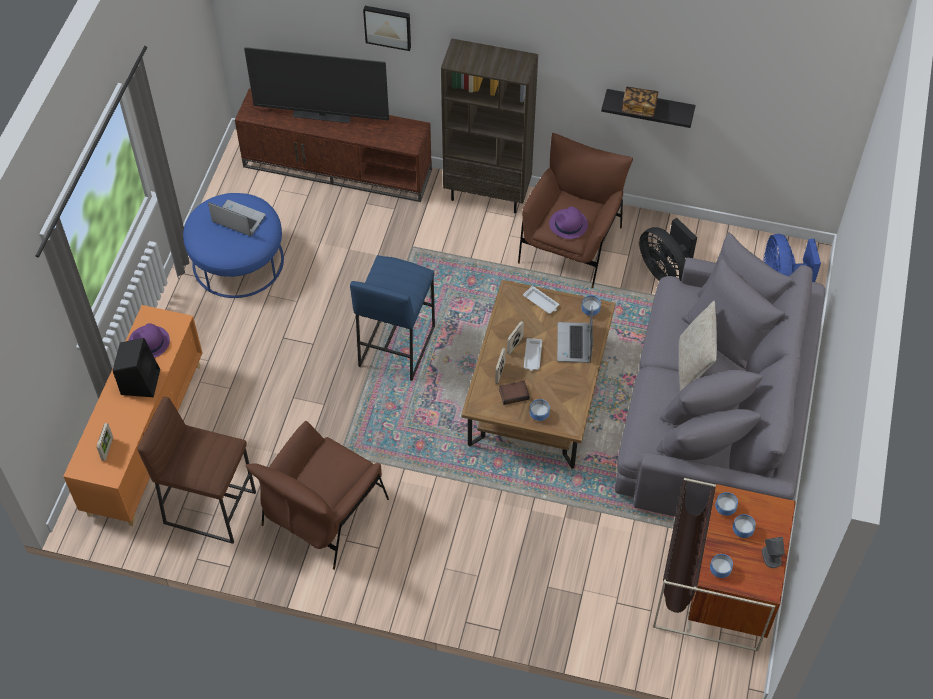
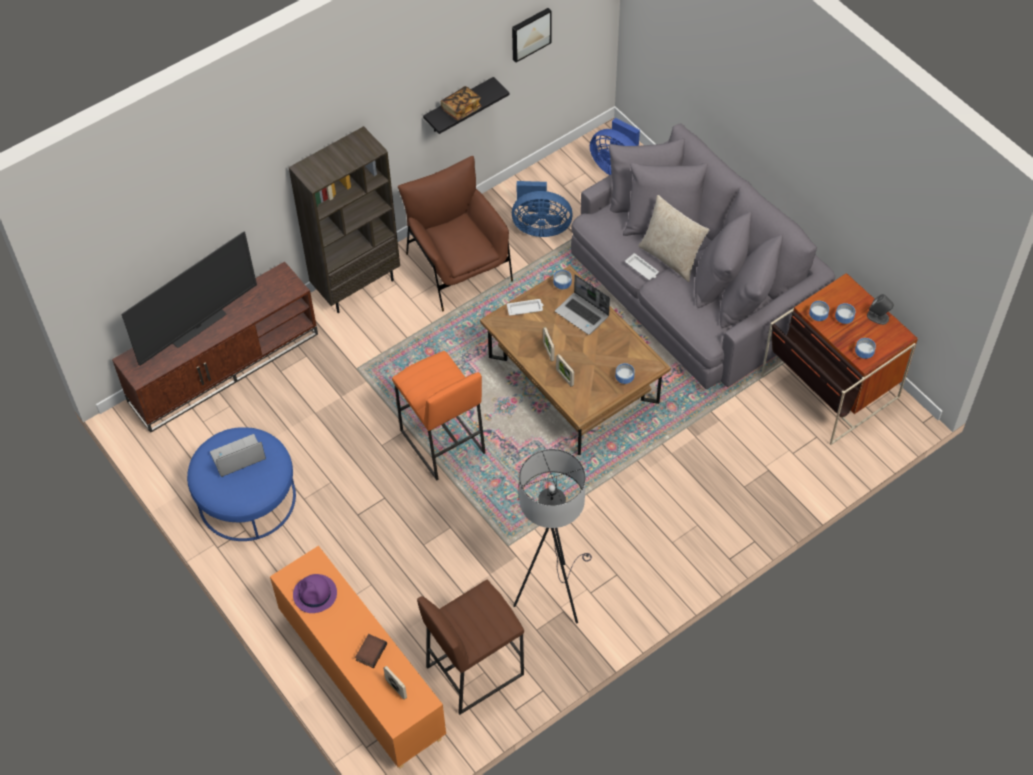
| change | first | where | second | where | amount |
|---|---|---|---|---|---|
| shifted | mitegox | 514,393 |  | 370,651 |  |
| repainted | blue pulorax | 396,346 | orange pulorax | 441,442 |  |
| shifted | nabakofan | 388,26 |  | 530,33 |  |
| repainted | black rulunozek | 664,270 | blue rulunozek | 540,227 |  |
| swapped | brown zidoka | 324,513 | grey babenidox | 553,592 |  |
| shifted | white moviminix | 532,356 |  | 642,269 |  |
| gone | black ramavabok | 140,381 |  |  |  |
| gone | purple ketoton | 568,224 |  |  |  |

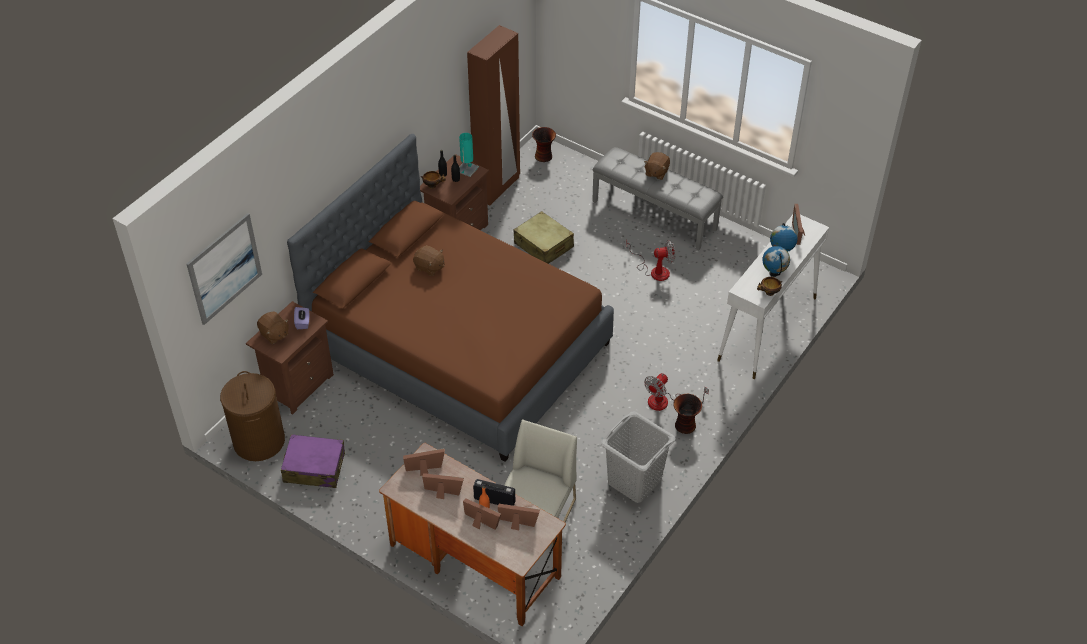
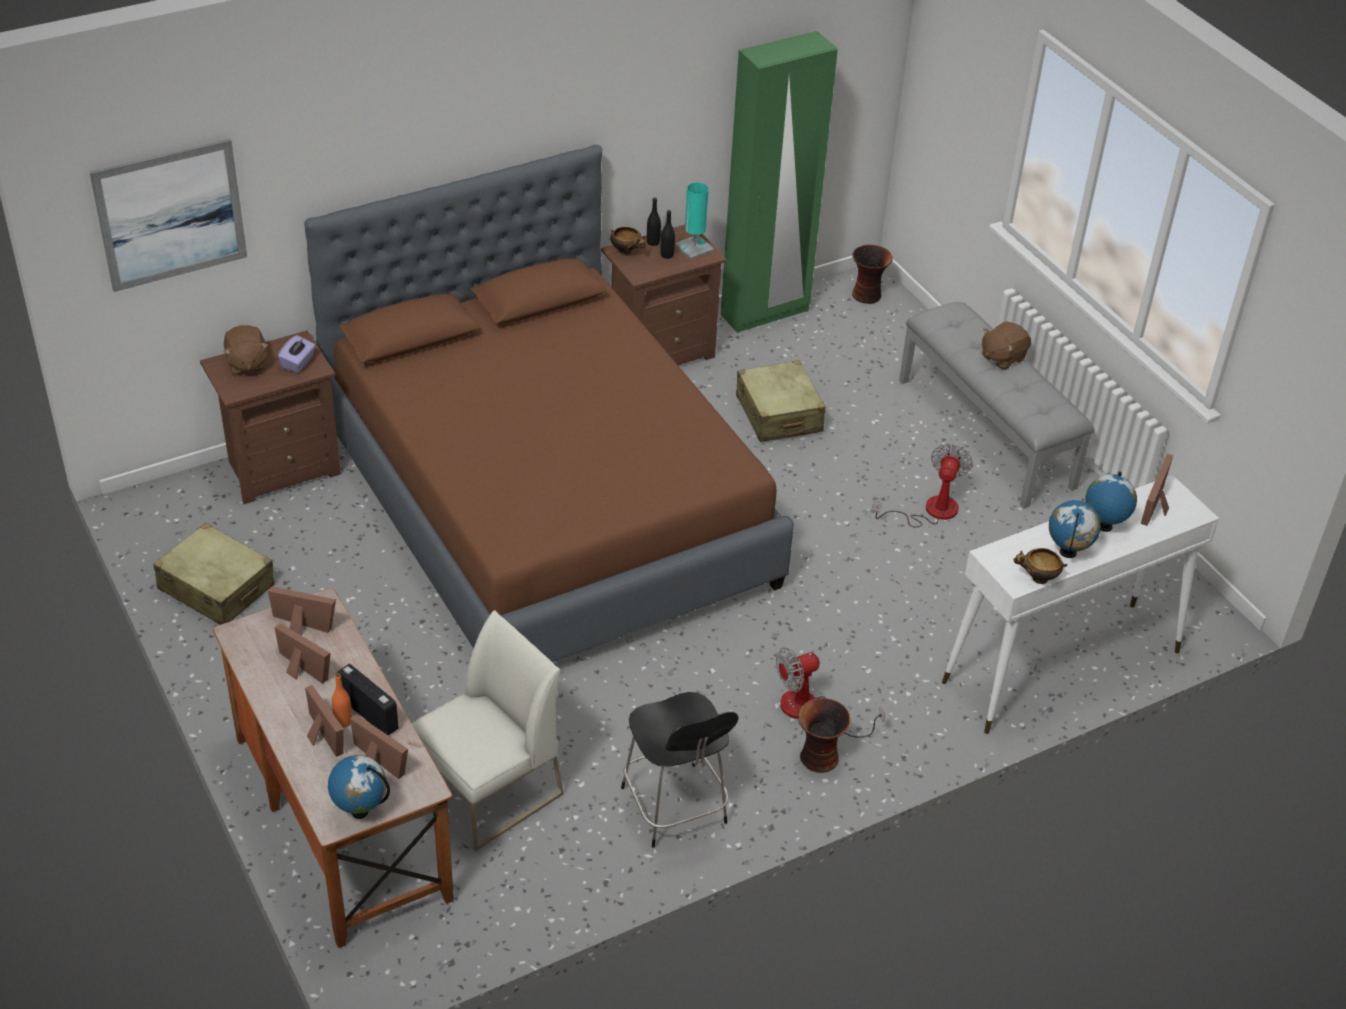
| change | first | where | second | where | amount |
|---|---|---|---|---|---|
| repainted | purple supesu | 314,468 | beige supesu | 216,587 |  |
| new |  |  | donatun | 360,811 |  |
| swapped | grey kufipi | 634,482 | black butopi | 675,808 |  |
| repainted | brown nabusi | 497,188 | green nabusi | 765,313 |  |
| rotated | rulunozek | 654,270 |  | 930,511 | 90 degrees counterclockwise |
| gone | brown kufipi | 258,441 |  |  |  |
| gone | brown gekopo | 429,267 |  |  |  |

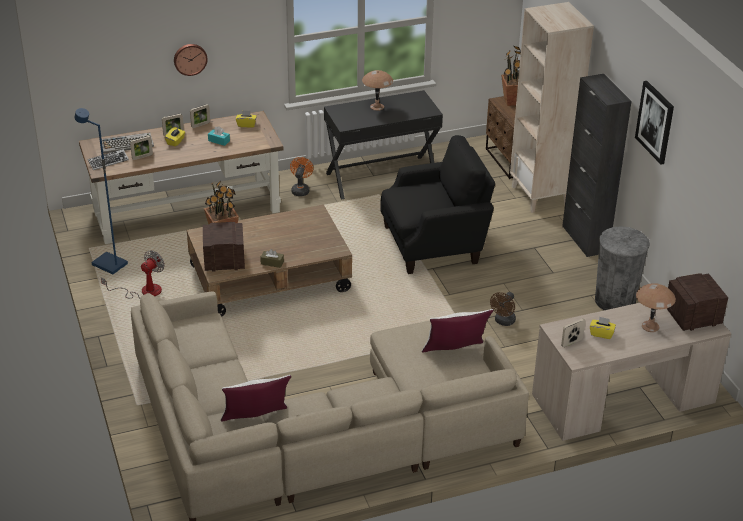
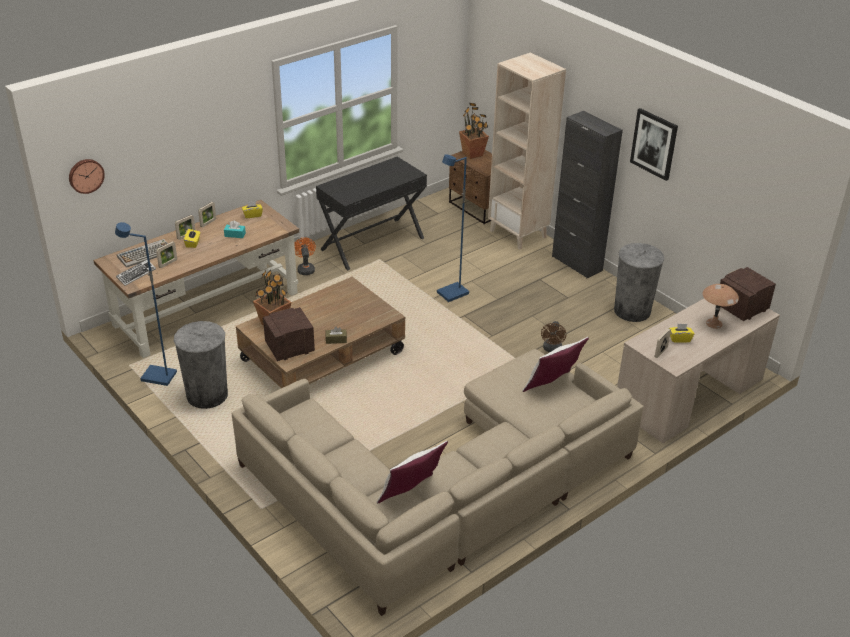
| change | first | where | second | where | amount |
|---|---|---|---|---|---|
| shifted | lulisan | 190,59 |  | 85,175 |  |
| swapped | rulunozek | 143,291 | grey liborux | 207,395 |  |
| swapped | black zidoka | 434,244 | blue babenidox | 453,294 |  |
| gone | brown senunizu | 376,107 |  |  |  |

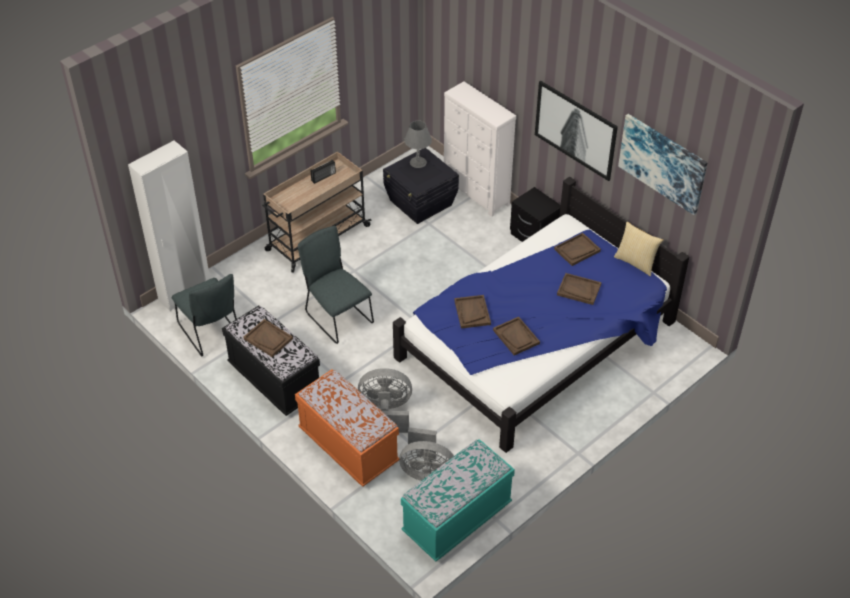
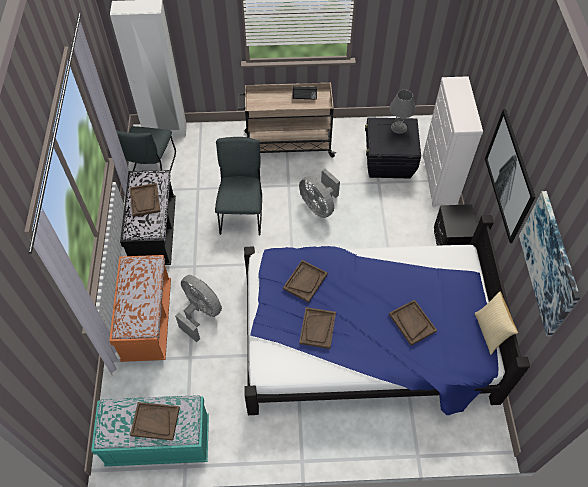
| change | first | where | second | where | amount |
|---|---|---|---|---|---|
| shifted | brown moviminix | 577,250 |  | 155,421 |  |
| shifted | grey rulunozek | 426,472 |  | 319,206 |  |

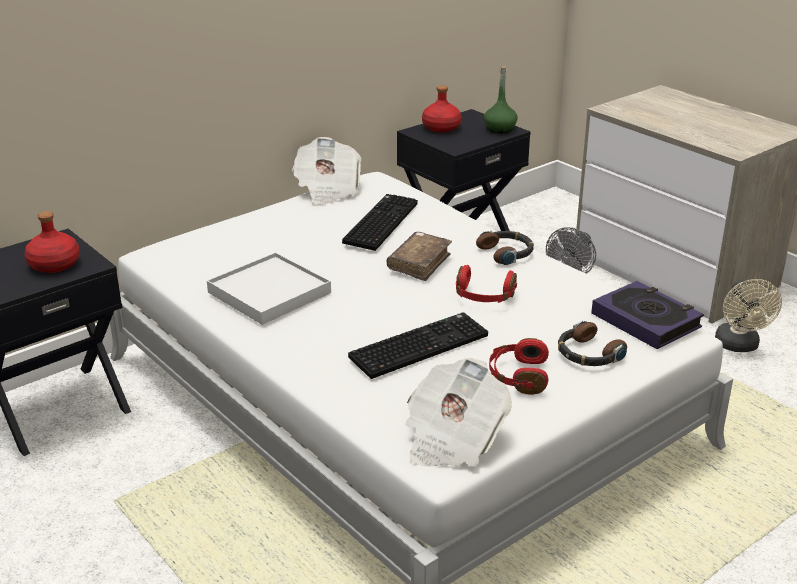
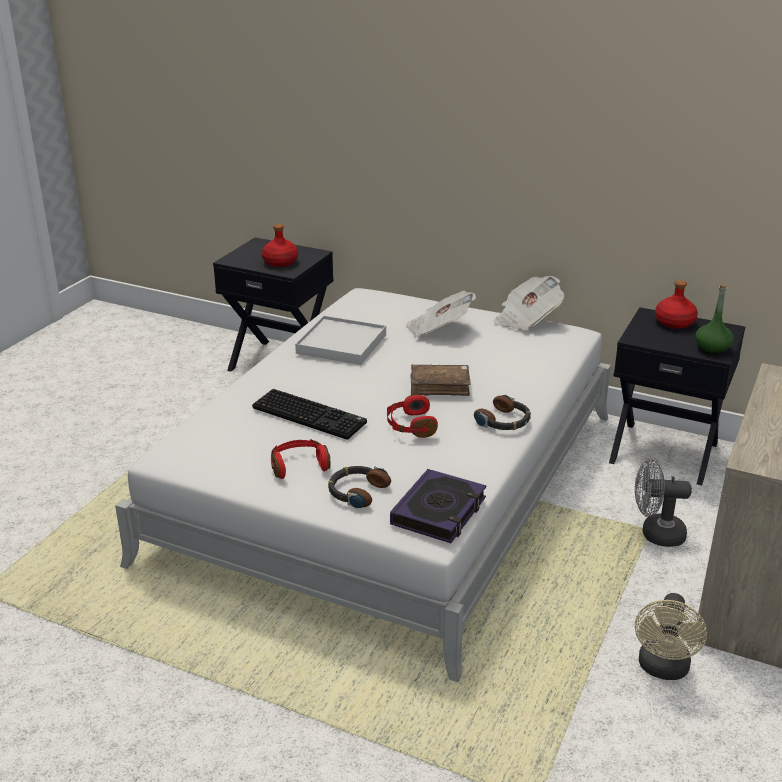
| change | first | where | second | where | amount |
|---|---|---|---|---|---|
| shifted | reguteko | 452,439 |  | 439,330 |  |
| rotated | beige rulunozek | 739,346 |  | 663,669 | 45 degrees counterclockwise |
| gone | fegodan | 379,222 |  |  |  |

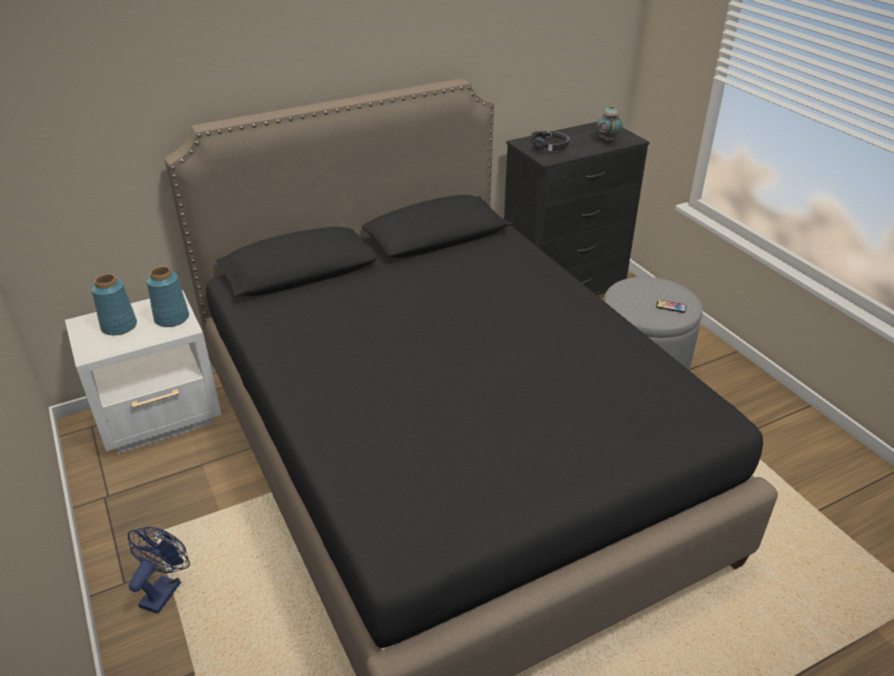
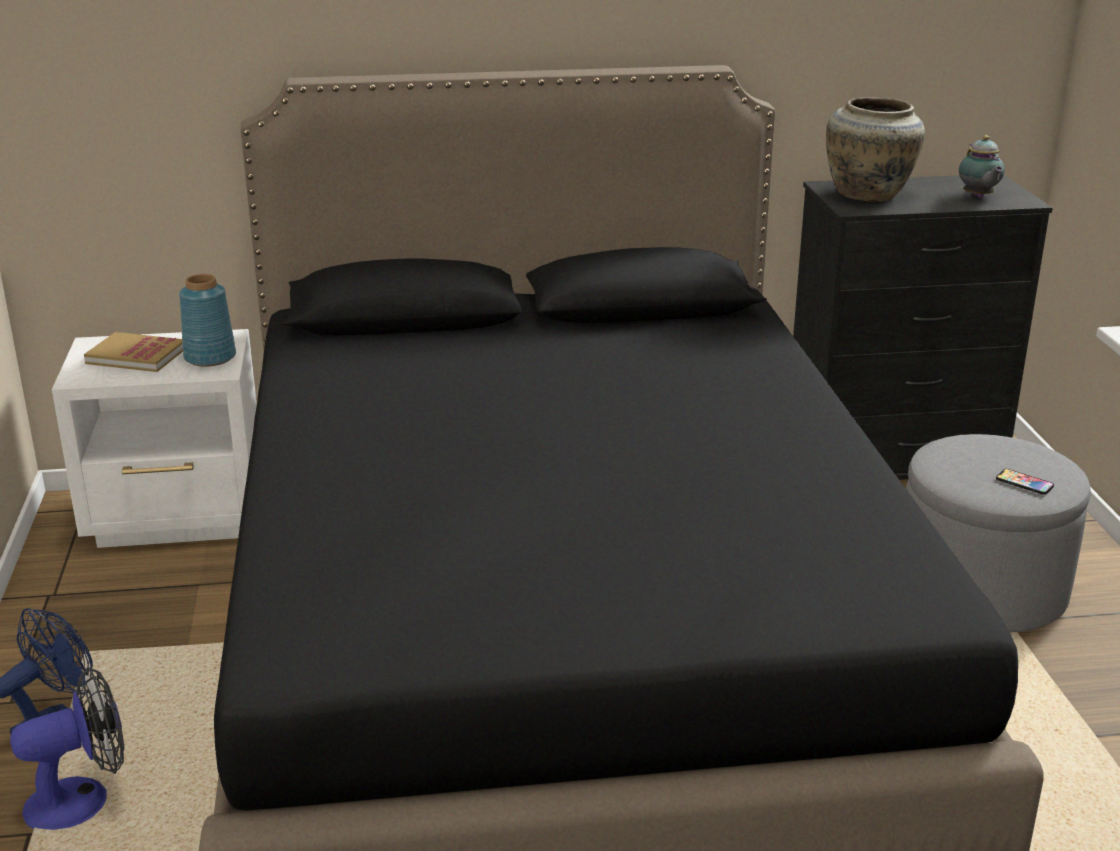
| change | first | where | second | where | amount |
|---|---|---|---|---|---|
| new |  |  | rulunozek | 82,799 |  |
| swapped | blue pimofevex | 119,327 | mitegox | 136,356 |  |
| swapped | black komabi | 549,146 | beige pimofevex | 869,195 |  |
| rotated | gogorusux | 607,139 |  | 978,197 | 150 degrees clockwise |

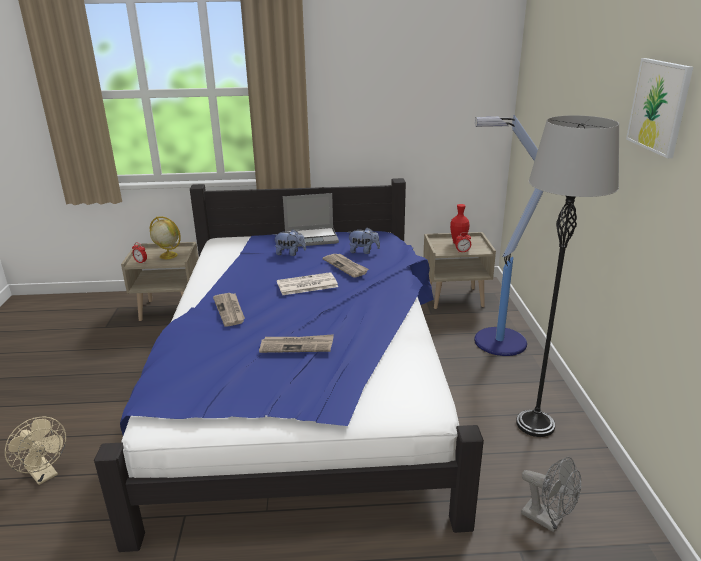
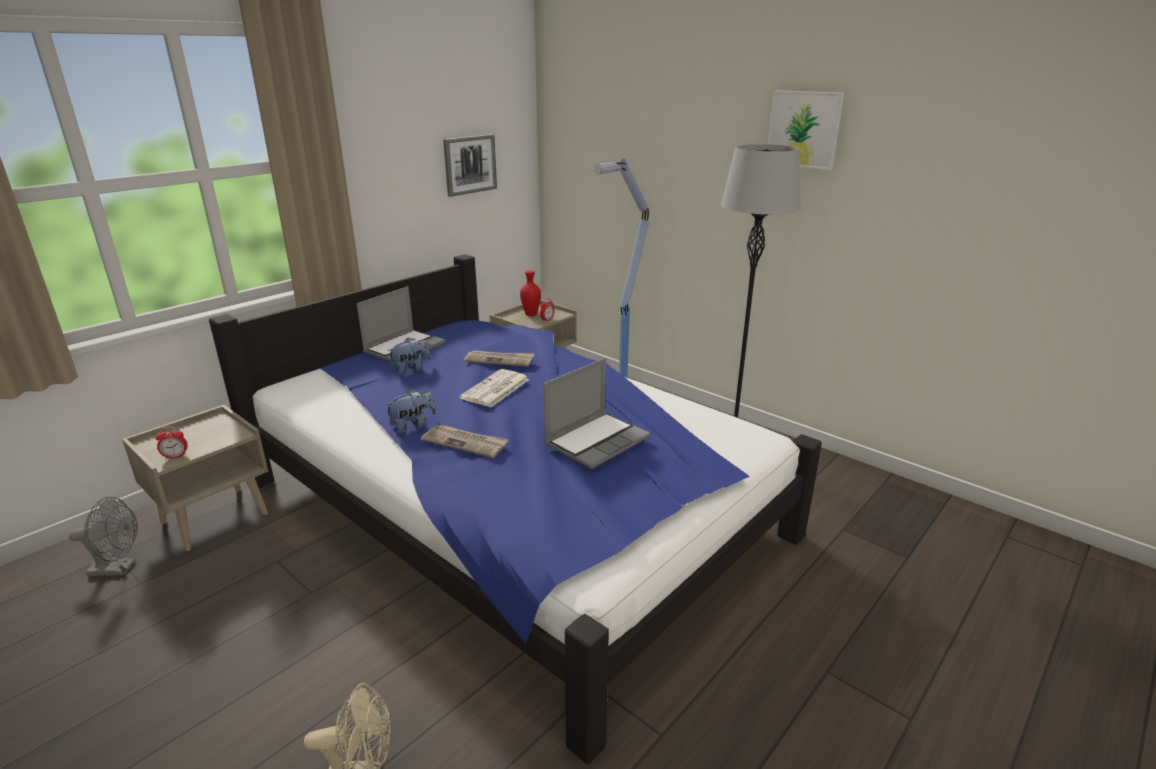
| change | first | where | second | where | amount |
|---|---|---|---|---|---|
| shifted | grey rulunozek | 548,520 |  | 119,568 |  |
| shifted | gekopo | 363,251 |  | 413,426 |  |
| new |  |  | nabakofan | 470,164 |  |
| swapped | reguteko | 297,346 | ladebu | 597,440 |  |
| gone | donatun | 168,255 |  |  |  |

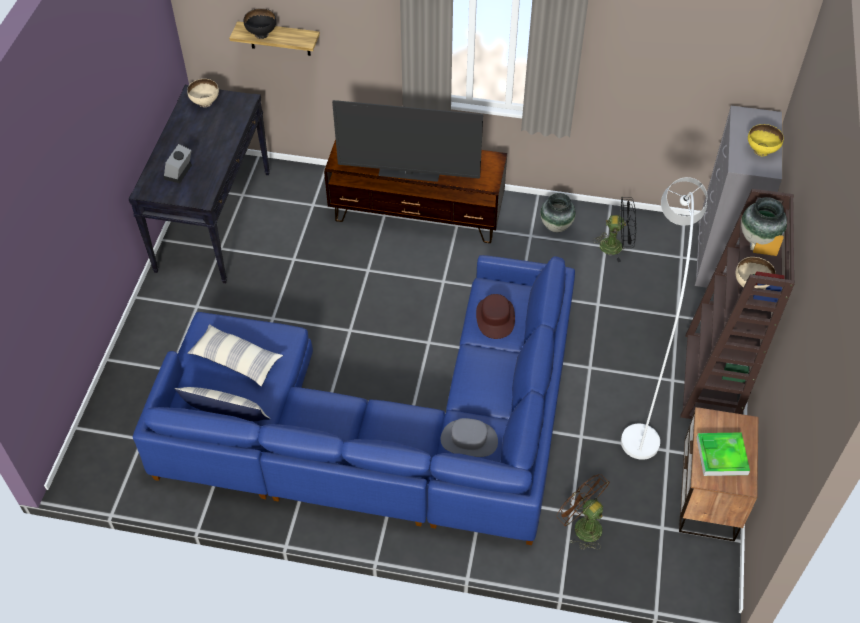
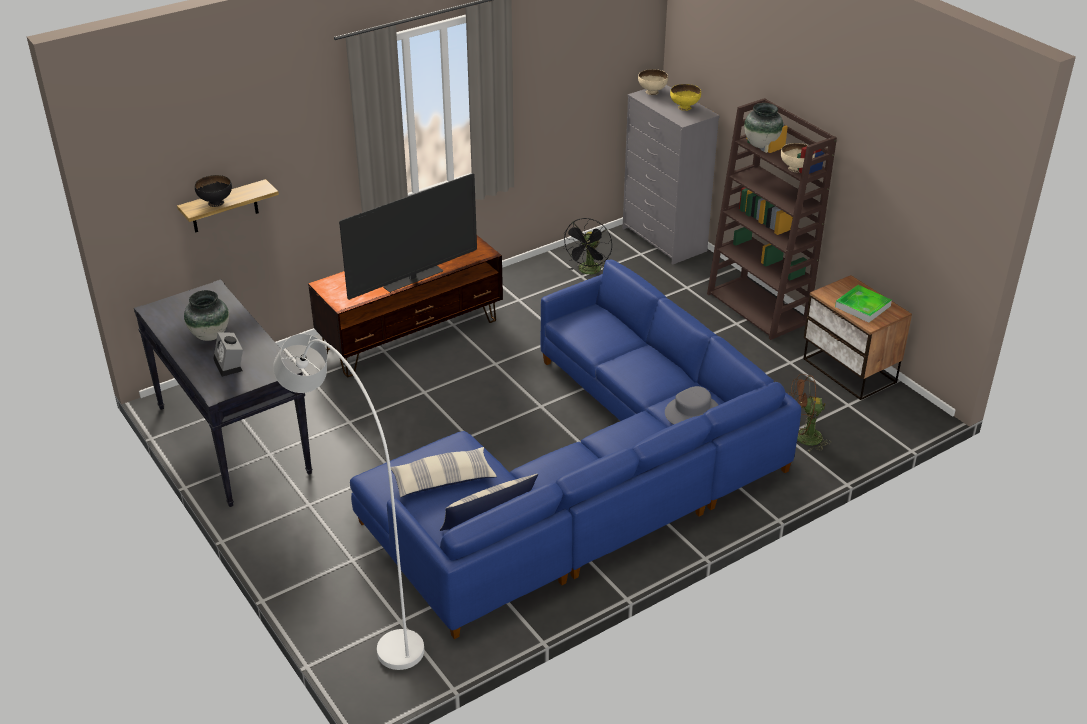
| change | first | where | second | where | amount |
|---|---|---|---|---|---|
| shifted | pimofevex | 556,226 |  | 210,335 |  |
| shifted | white babenidox | 645,383 |  | 359,597 |  |
| rotated | black rulunozek | 616,246 |  | 588,272 | 150 degrees clockwise |
| shifted | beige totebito | 205,103 |  | 652,92 |  |
| gone | brown ketoton | 495,318 |  |  |  |

